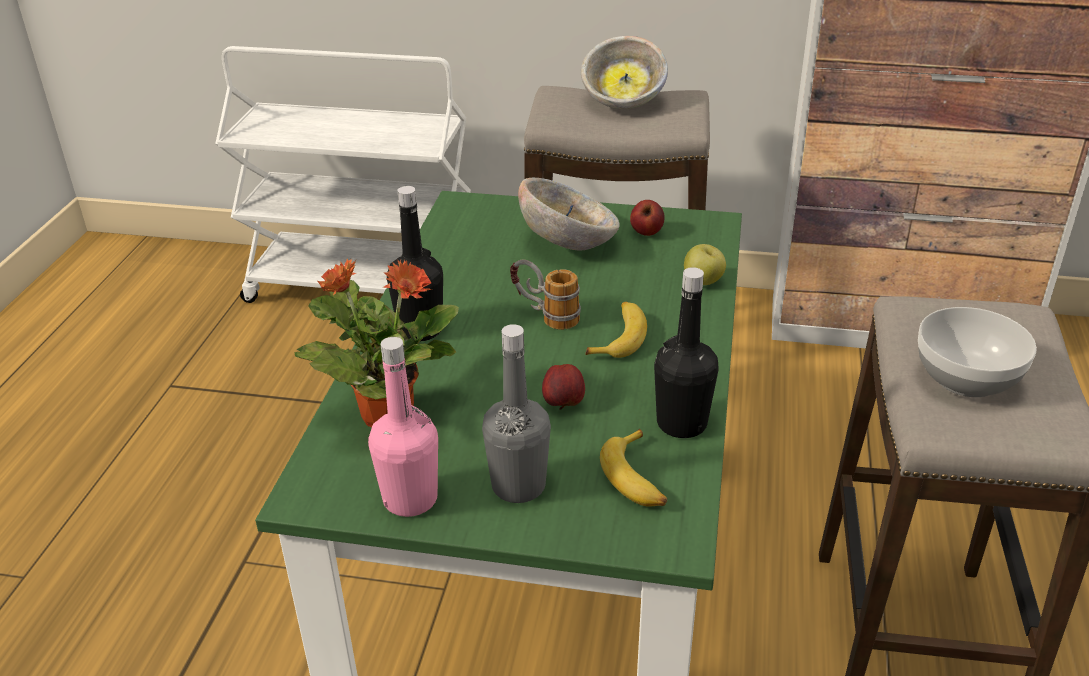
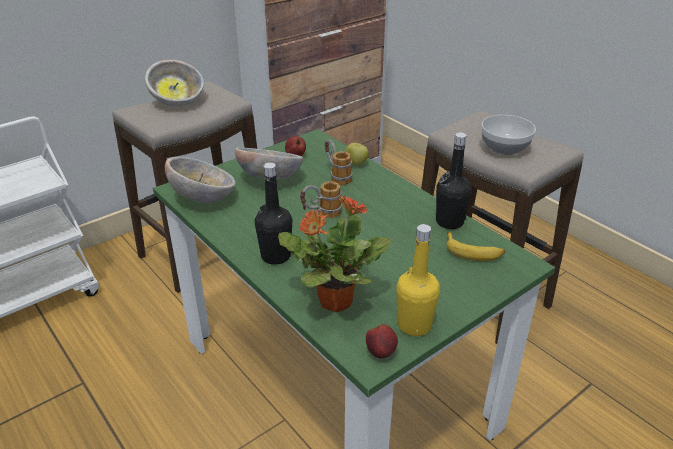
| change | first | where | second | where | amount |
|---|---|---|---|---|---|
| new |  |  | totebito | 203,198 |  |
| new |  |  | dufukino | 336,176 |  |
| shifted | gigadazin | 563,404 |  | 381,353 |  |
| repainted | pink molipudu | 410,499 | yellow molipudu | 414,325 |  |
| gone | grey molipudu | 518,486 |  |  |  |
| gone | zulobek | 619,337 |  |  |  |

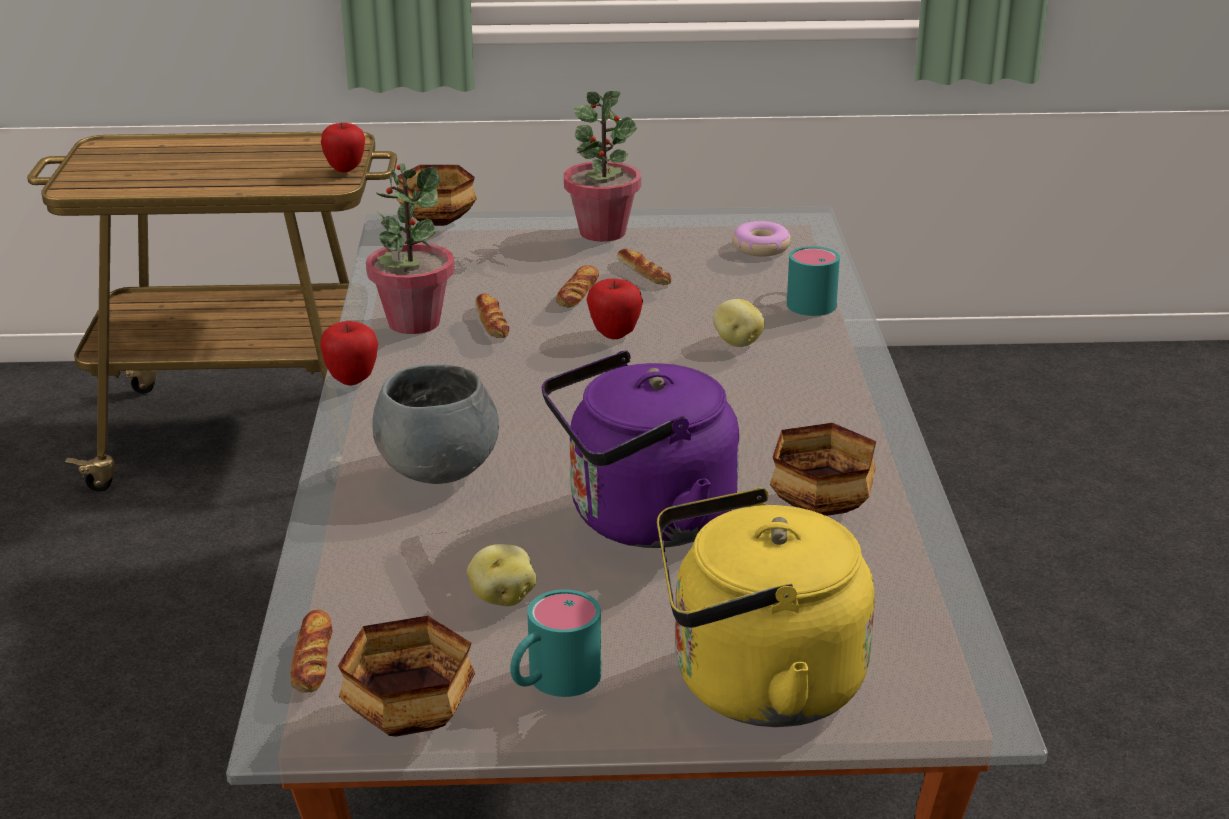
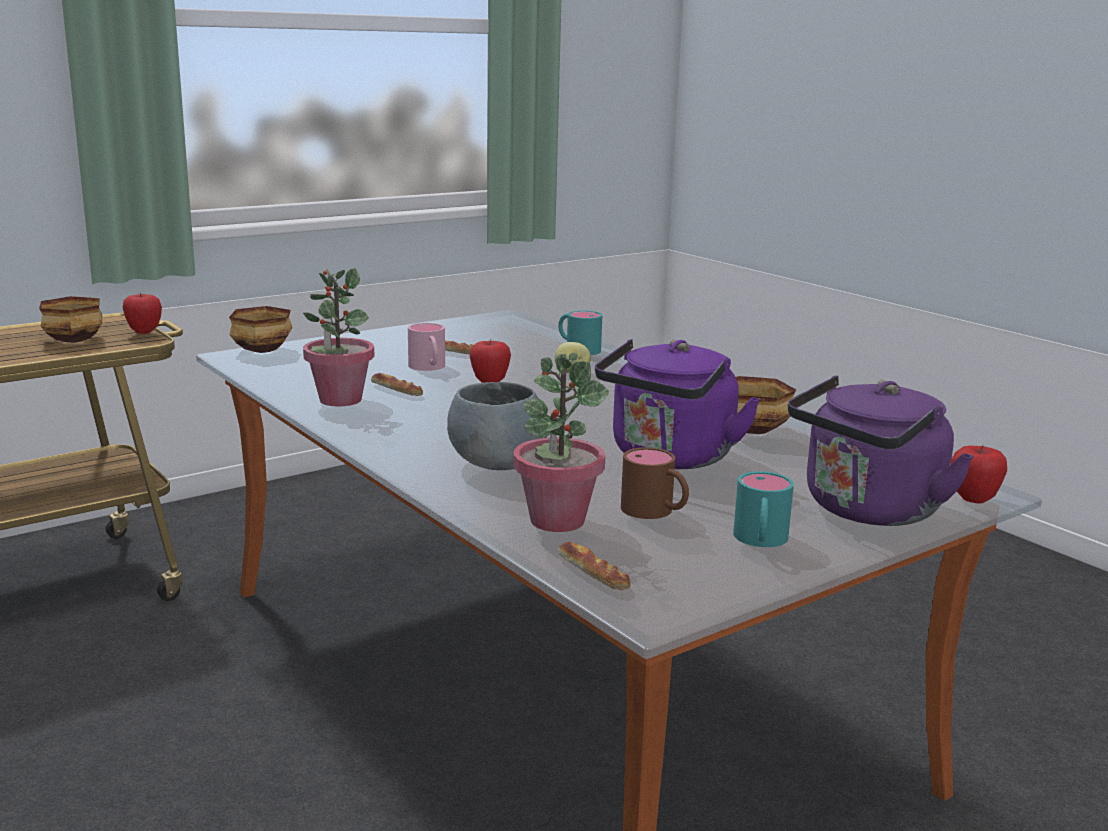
| change | first | where | second | where | amount |
|---|---|---|---|---|---|
| shifted | totebito | 411,721 |  | 75,340 |  |
| swapped | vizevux | 577,293 | pink dufukino | 429,368 |  |
| shifted | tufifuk | 603,232 |  | 557,520 |  |
| swapped | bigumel | 502,597 | brown dufukino | 655,512 |  |
| repainted | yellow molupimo | 755,685 | purple molupimo | 867,511 |  |
| shifted | gigadazin | 352,380 |  | 973,499 |  |
| gone | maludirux | 760,247 |  |  |  |

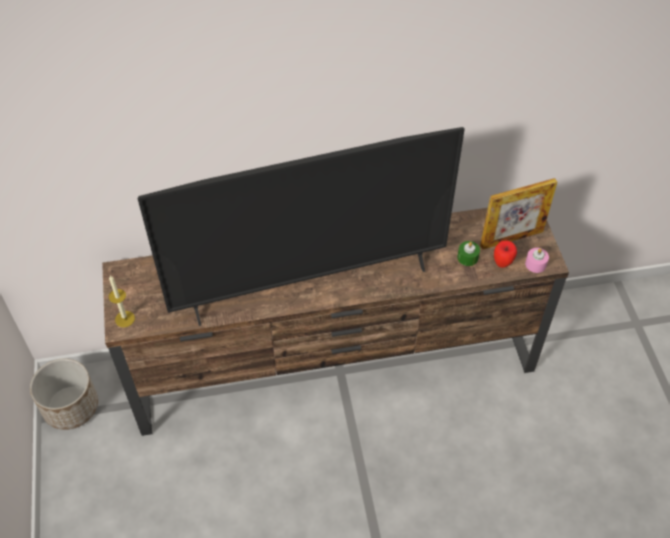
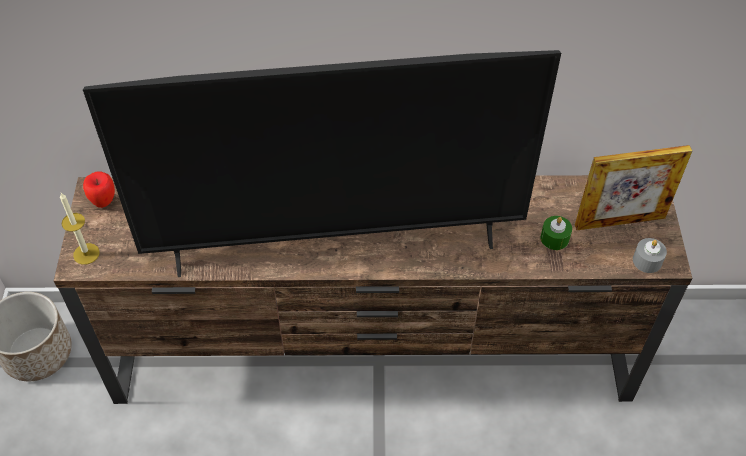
| change | first | where | second | where | amount |
|---|---|---|---|---|---|
| shifted | gigadazin | 502,263 |  | 104,202 |  |
| repainted | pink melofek | 535,264 | grey melofek | 647,261 |  |

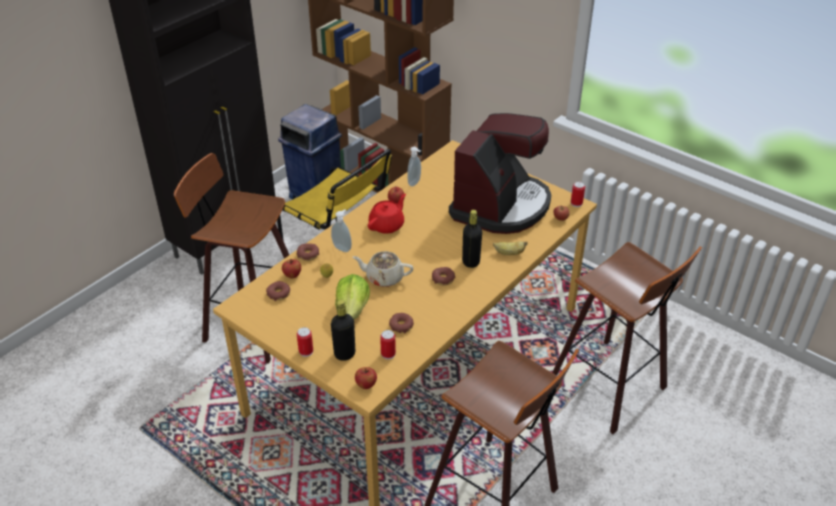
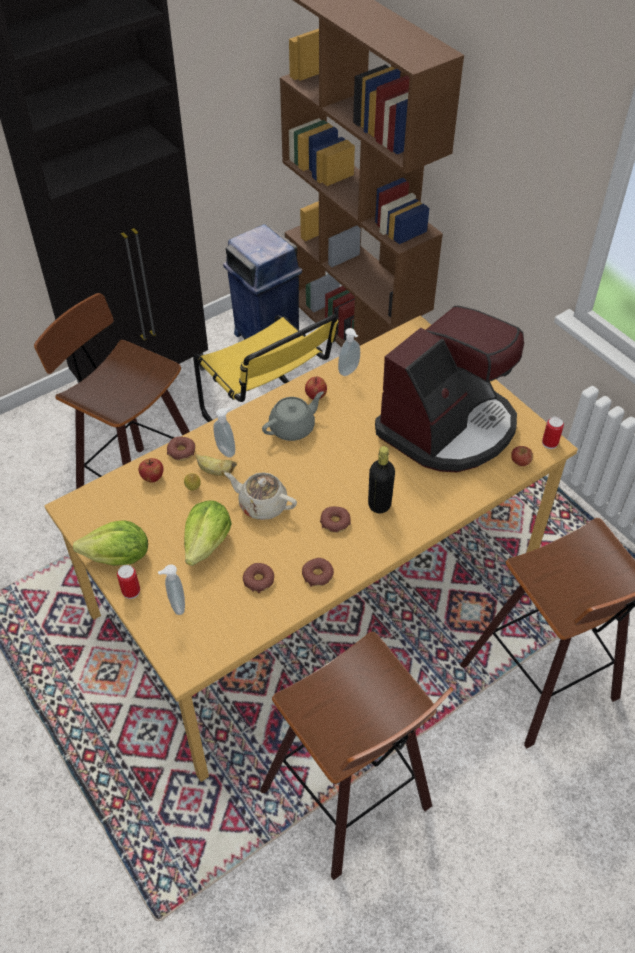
| change | first | where | second | where | amount |
|---|---|---|---|---|---|
| new |  |  | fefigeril | 118,558 |  |
| swapped | black molipudu | 344,354 | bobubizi | 176,605 |  |
| shifted | zulobek | 509,253 |  | 215,471 |  |
| repainted | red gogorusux | 387,225 | grey gogorusux | 293,428 |  |
| shifted | maludirux | 278,294 |  | 317,575 |  |
| gone | gigadazin | 366,385 |  |  |  |
| gone | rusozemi | 388,354 |  |  |  |

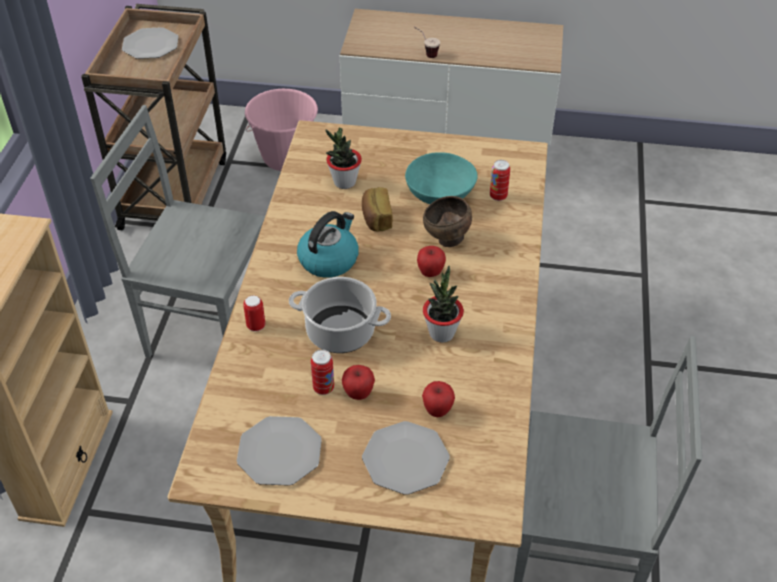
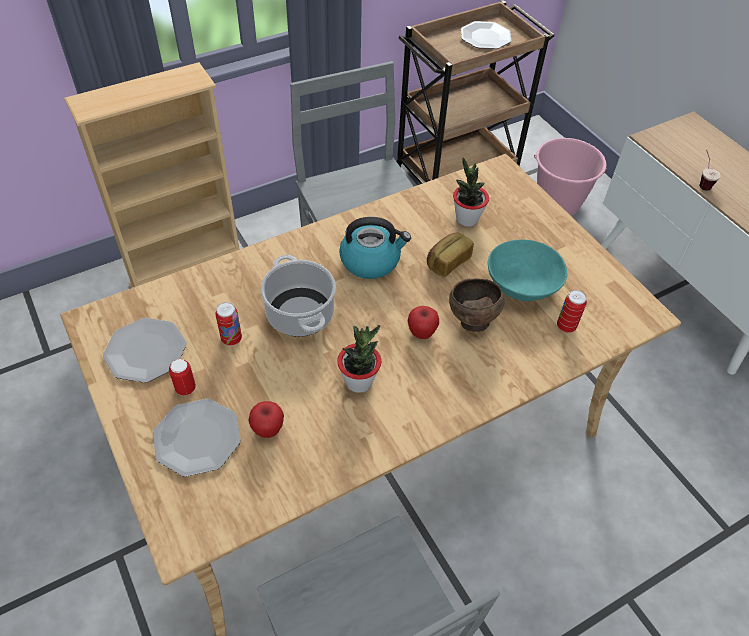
| change | first | where | second | where | amount |
|---|---|---|---|---|---|
| shifted | rusozemi | 256,326 |  | 185,388 |  |
| gone | gigadazin | 358,394 |  |  |  |

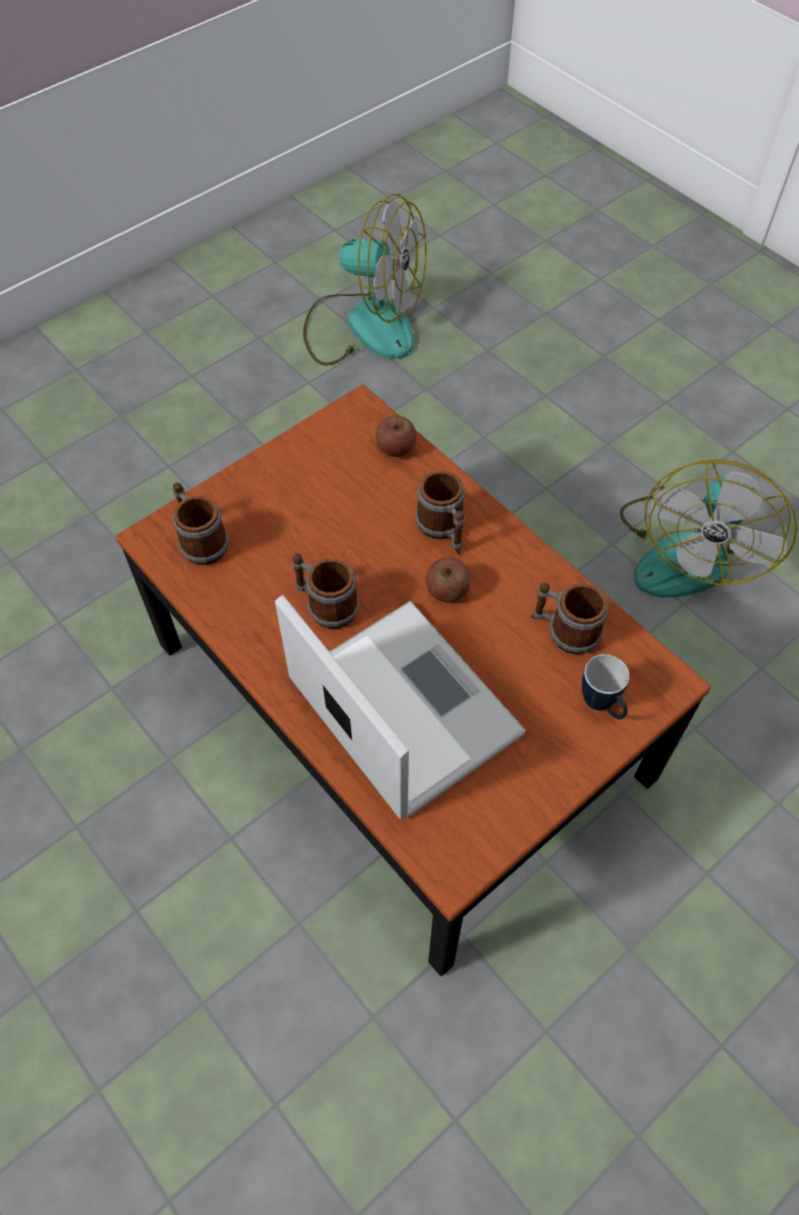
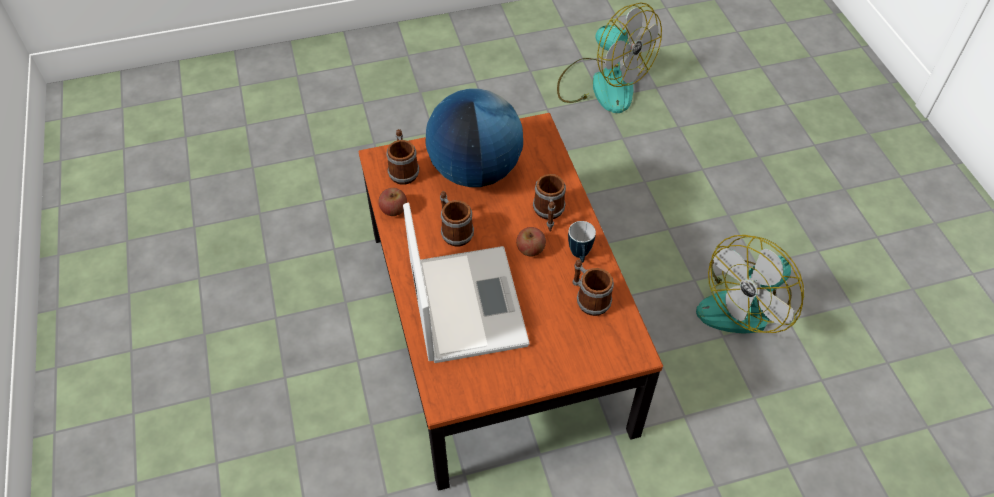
| change | first | where | second | where | amount |
|---|---|---|---|---|---|
| shifted | gigadazin | 396,448 |  | 393,209 |  |
| new |  |  | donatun | 475,171 |  |
| shifted | dufukino | 602,706 |  | 580,256 |  |

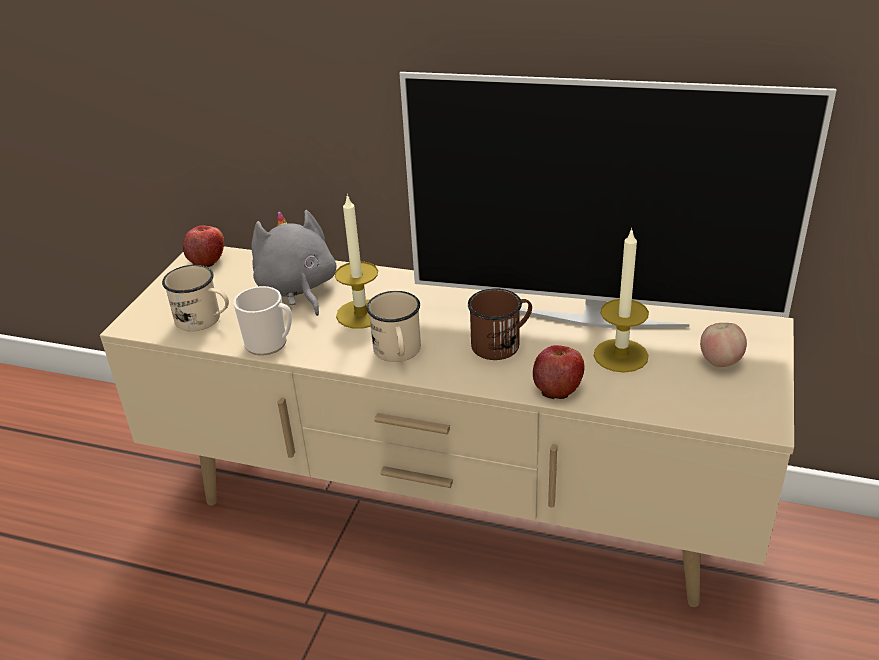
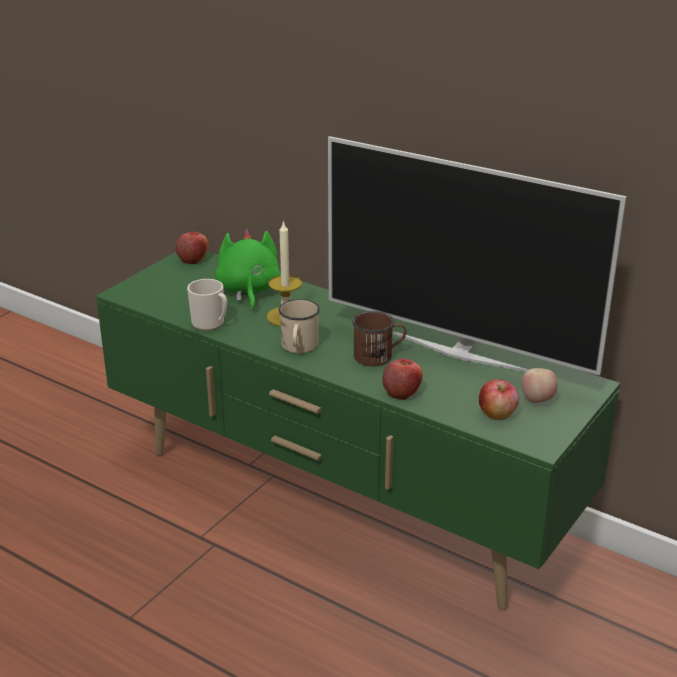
| change | first | where | second | where | amount |
|---|---|---|---|---|---|
| repainted | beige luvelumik | 452,513 | green luvelumik | 340,501 |  |
| repainted | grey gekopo | 297,289 | green gekopo | 248,291 |  |
| new |  |  | gigadazin | 497,413 |  |
| gone | beige dufukino | 204,320 |  |  |  |
| gone | melofek | 620,355 |  |  |  |

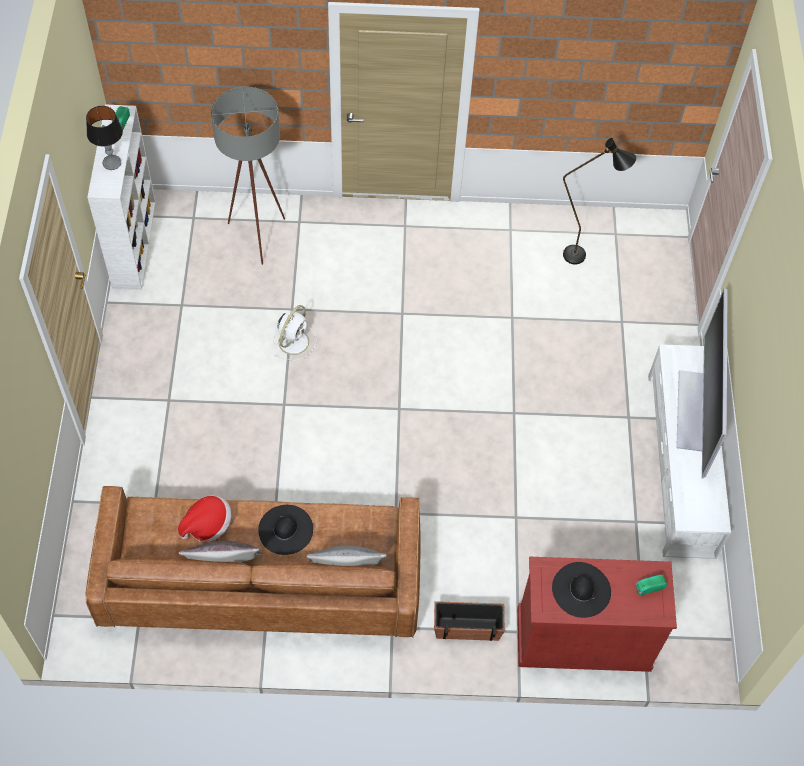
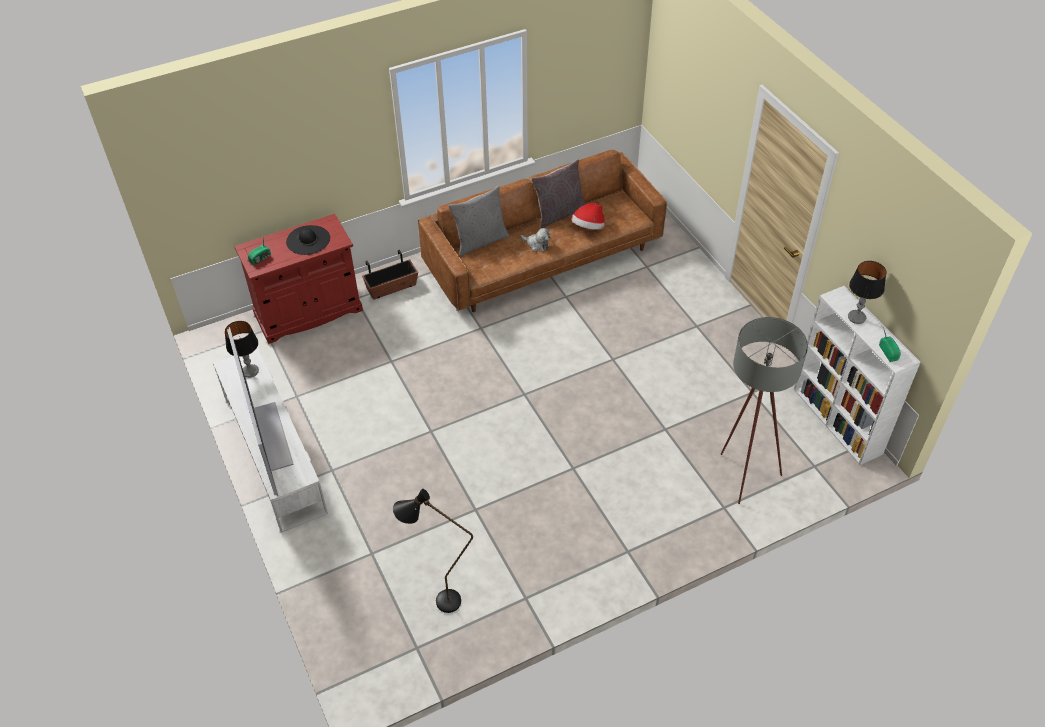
| change | first | where | second | where | amount |
|---|---|---|---|---|---|
| new |  |  | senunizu | 250,371 |  |
| swapped | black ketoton | 285,529 | gekopo | 536,244 |  |
| gone | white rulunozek | 294,341 |  |  |  |

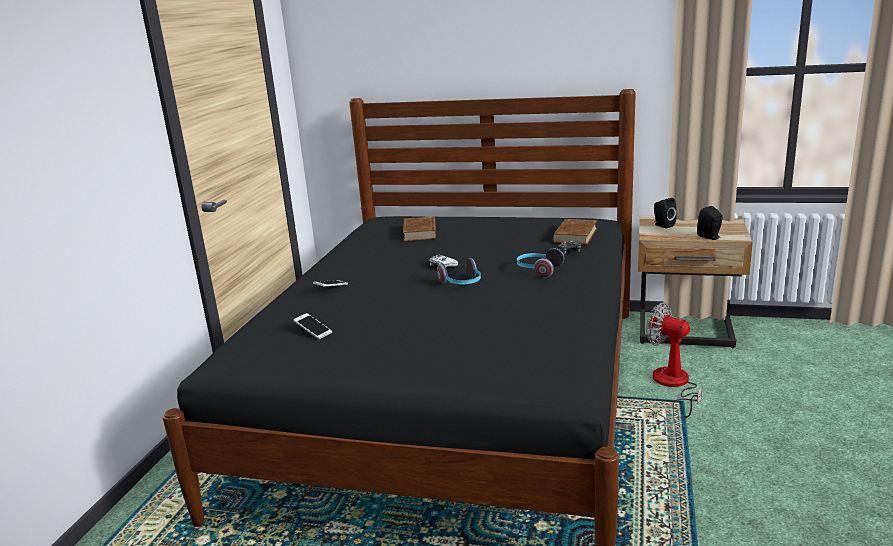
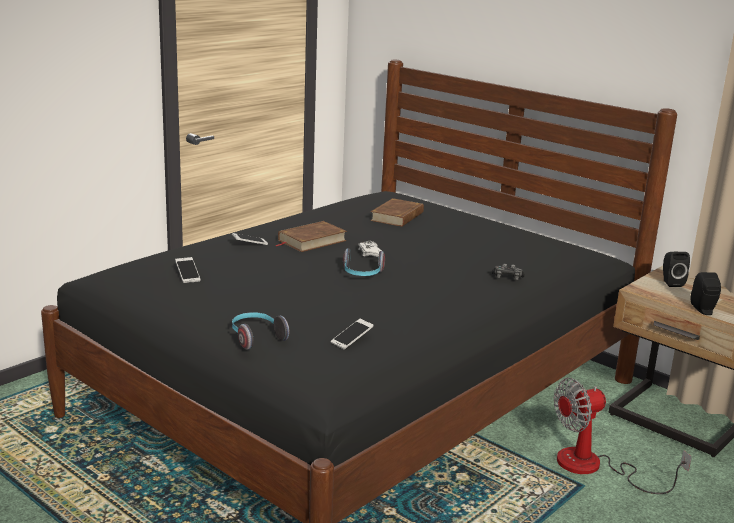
| change | first | where | second | where | amount |
|---|---|---|---|---|---|
| shifted | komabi | 538,270 |  | 256,337 |  |
| shifted | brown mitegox | 575,235 |  | 311,240 |  |
| new |  |  | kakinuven | 352,340 |  |
| rotated | rulunozek | 674,385 |  | 594,467 | 90 degrees counterclockwise |

